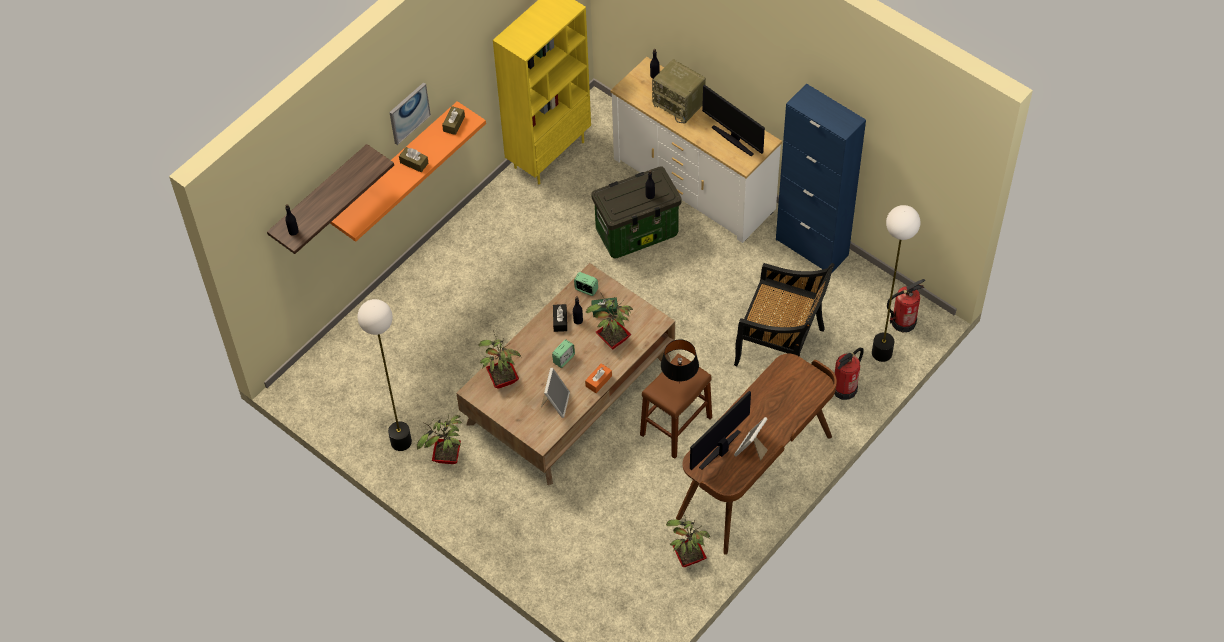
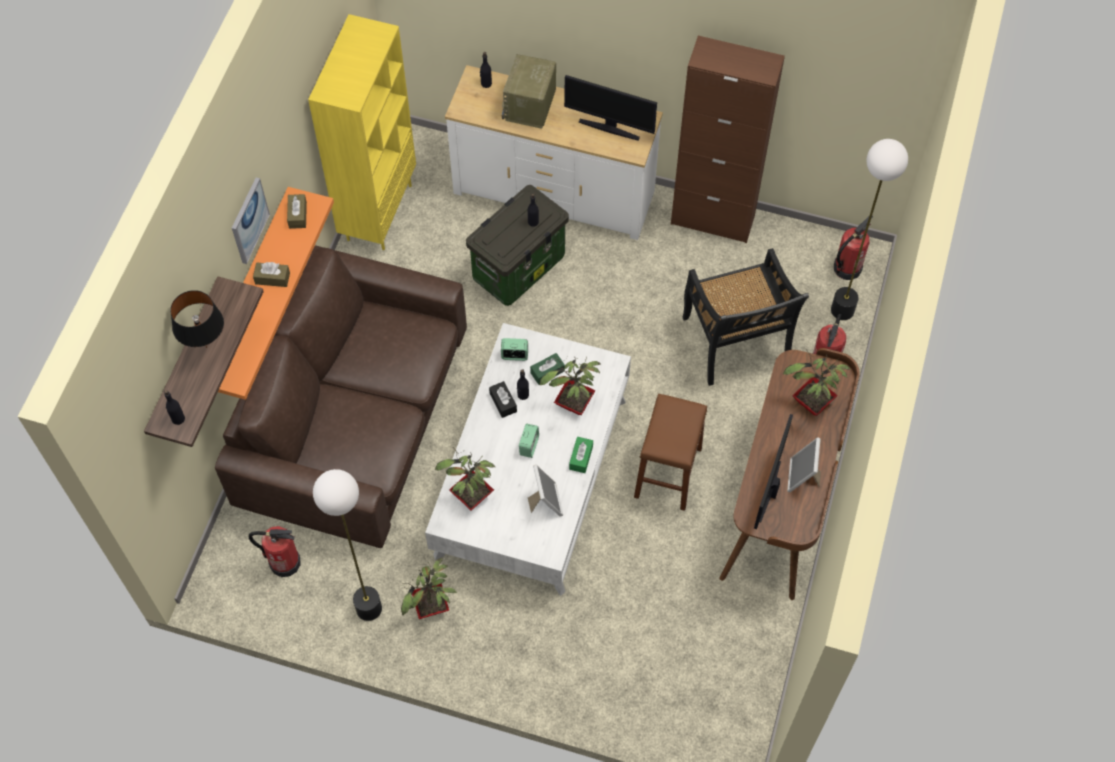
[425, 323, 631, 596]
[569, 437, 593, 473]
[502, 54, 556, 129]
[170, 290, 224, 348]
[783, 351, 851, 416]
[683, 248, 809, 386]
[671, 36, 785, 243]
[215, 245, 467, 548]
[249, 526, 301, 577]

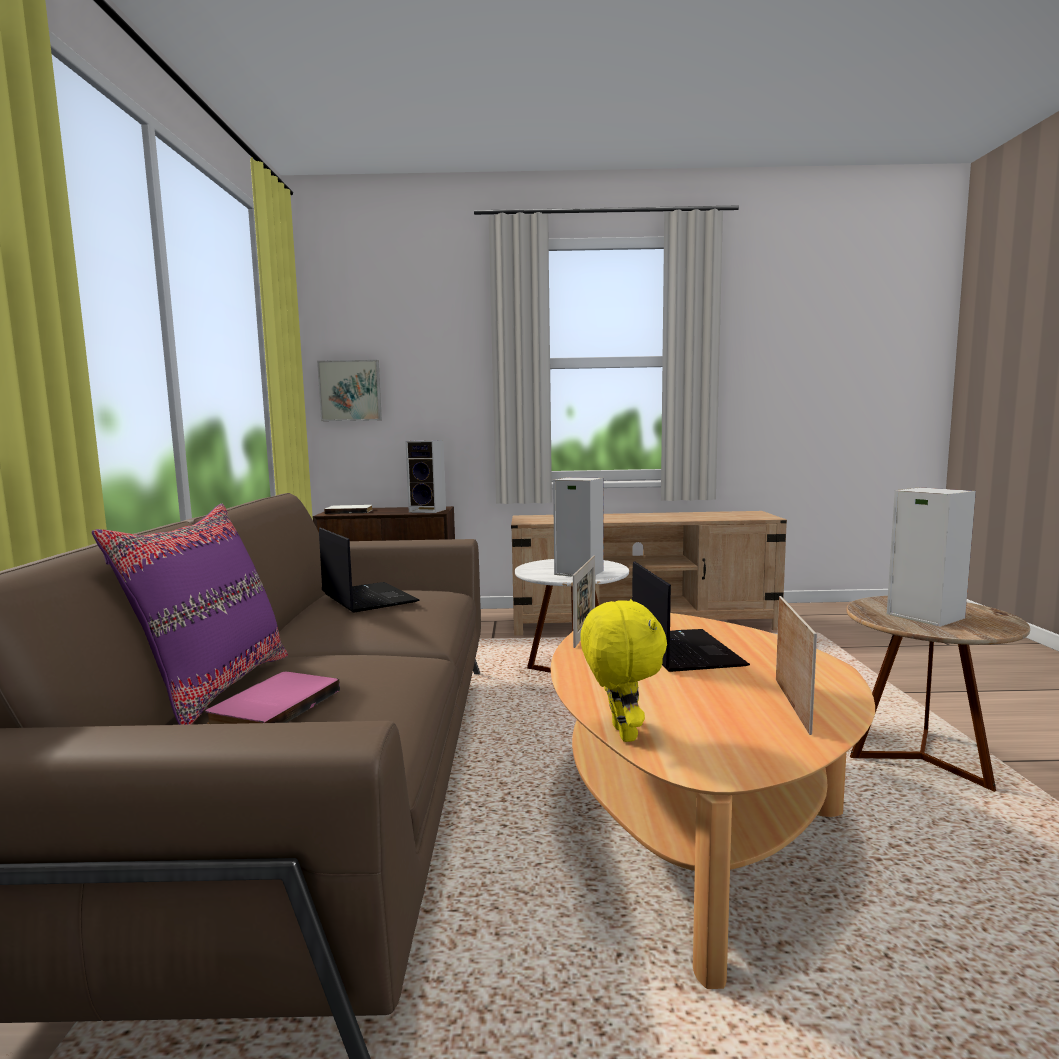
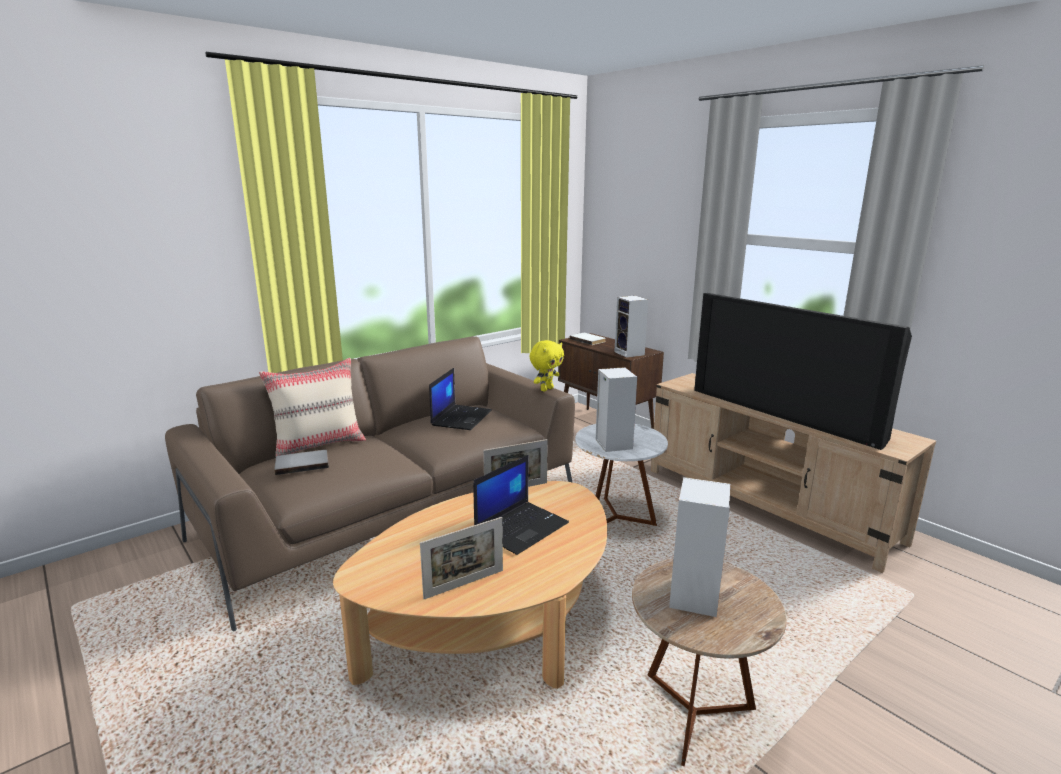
[259, 358, 366, 456]
[274, 450, 329, 475]
[317, 360, 382, 421] (first image)
[529, 340, 564, 391]
[694, 293, 912, 450]

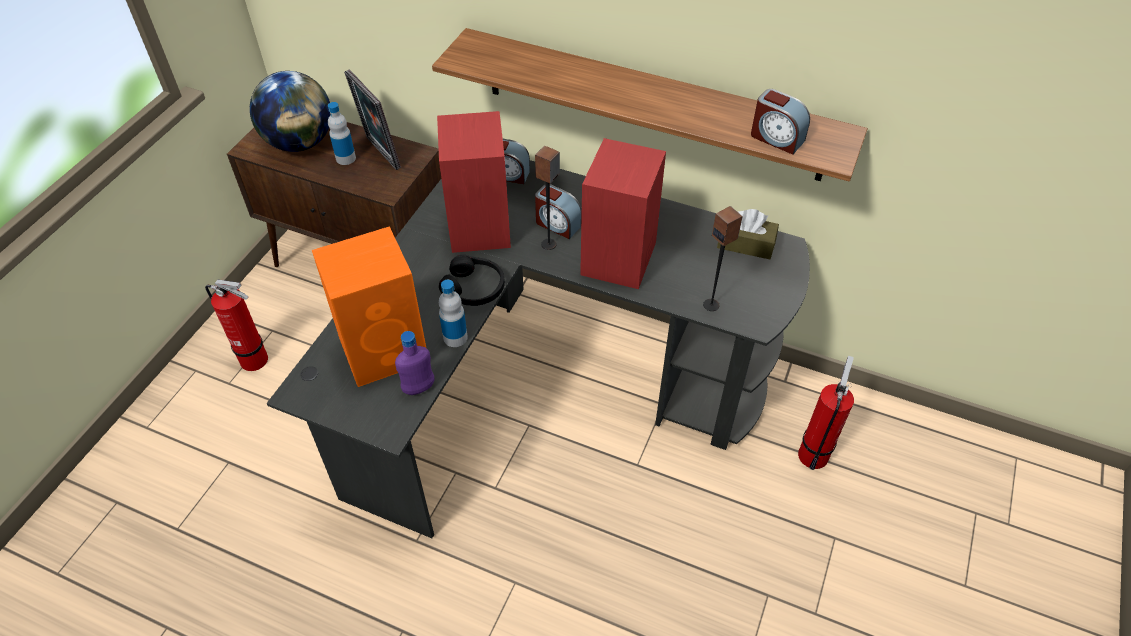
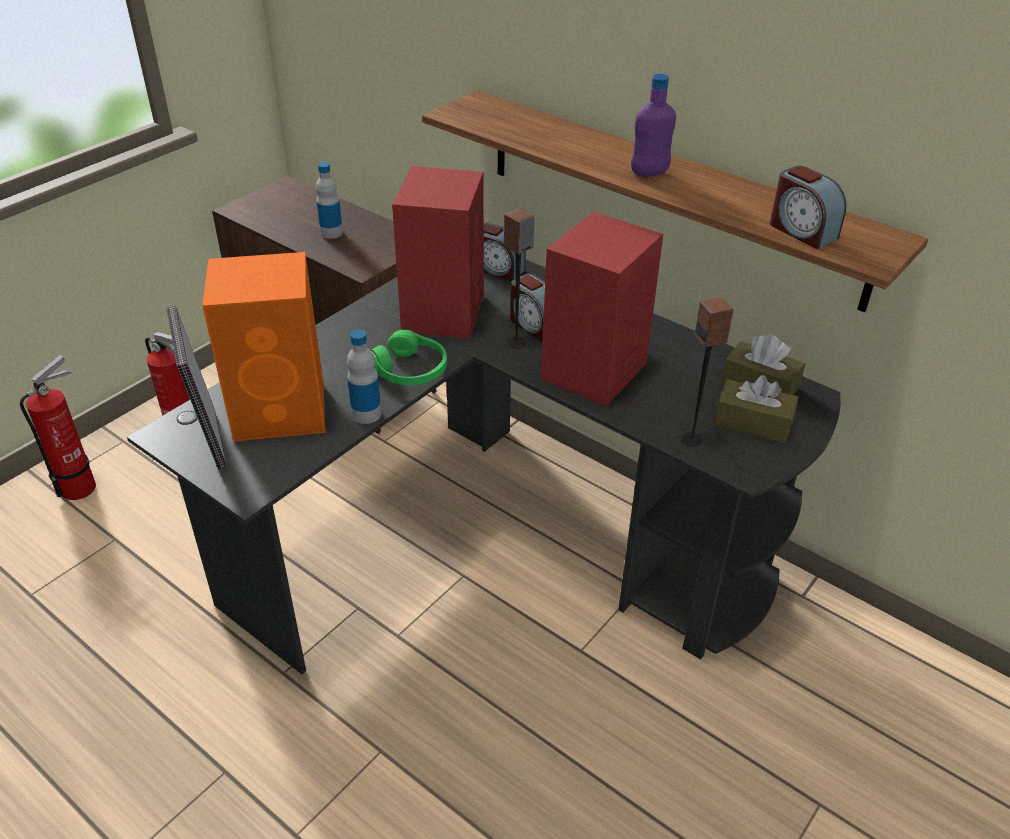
[250, 71, 330, 152] (first image)
[166, 306, 227, 469]
[631, 74, 676, 177]
[371, 330, 447, 385]
[20, 355, 96, 500]
[714, 375, 799, 443]

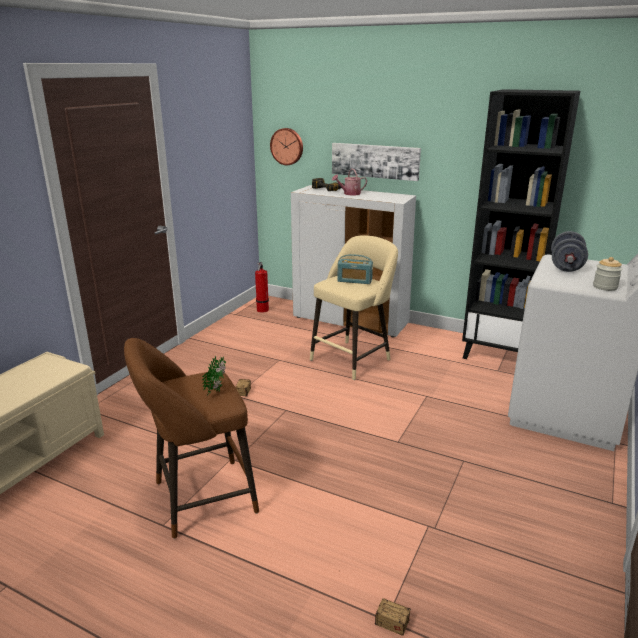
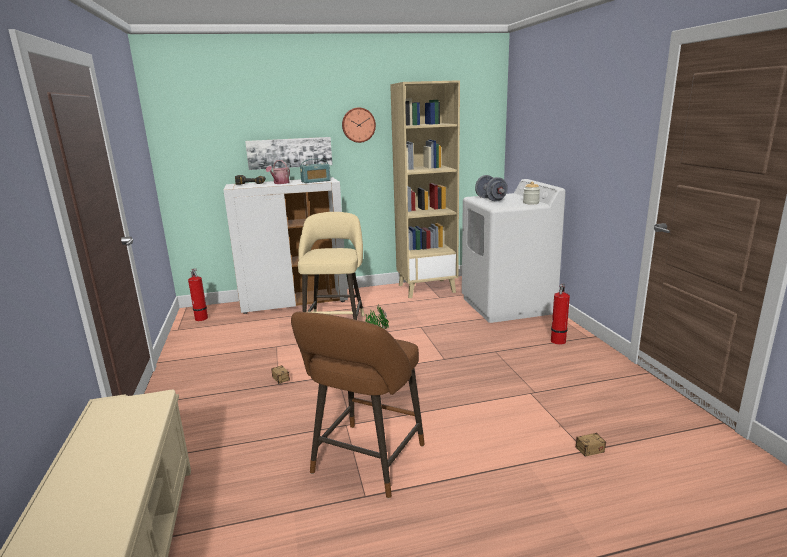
[342, 108, 376, 143]
[300, 158, 330, 183]
[390, 80, 460, 298]
[551, 283, 570, 345]

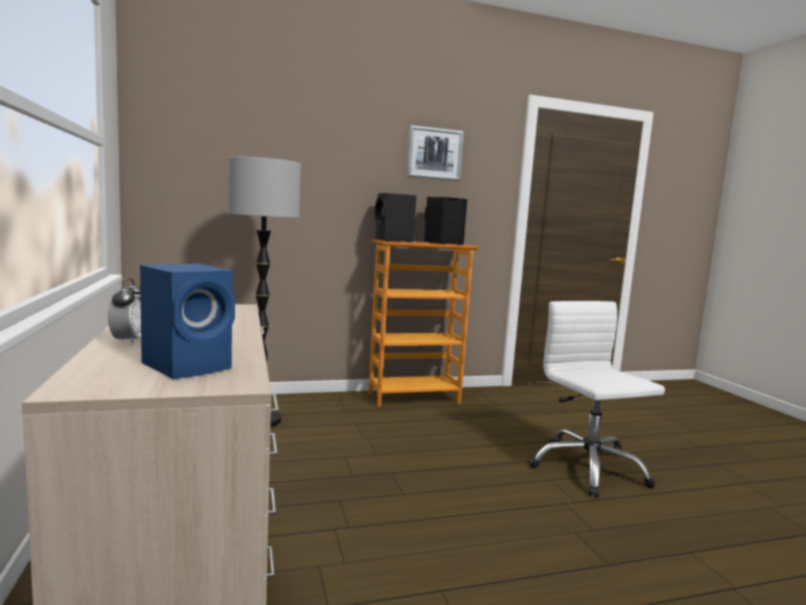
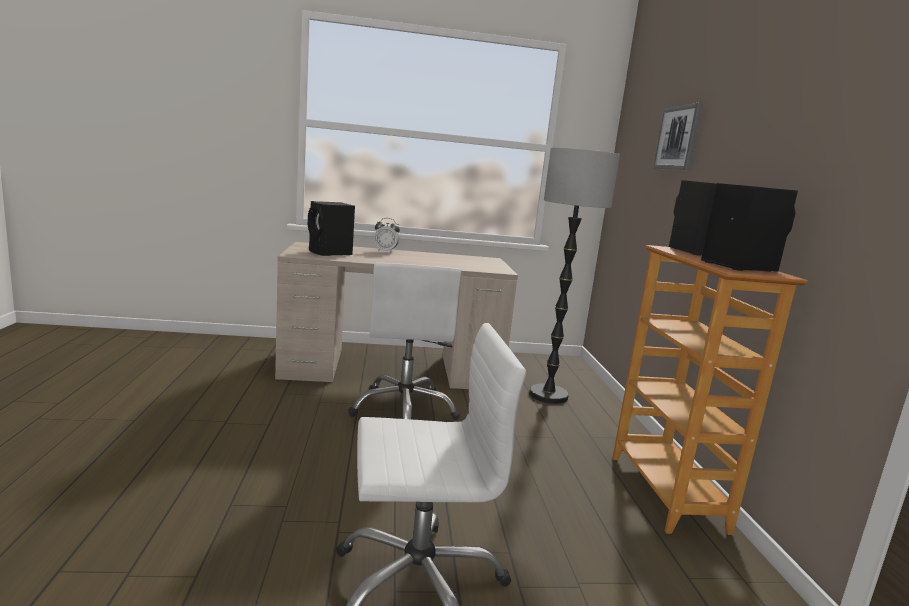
[308, 201, 355, 256]
[653, 103, 703, 170]
[348, 263, 461, 420]

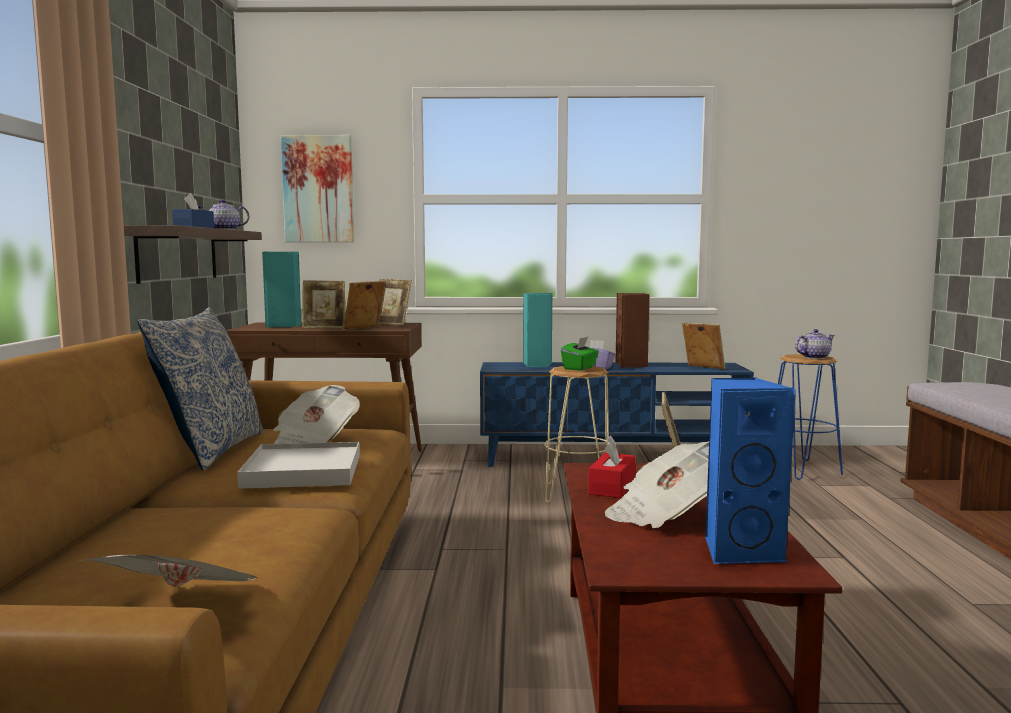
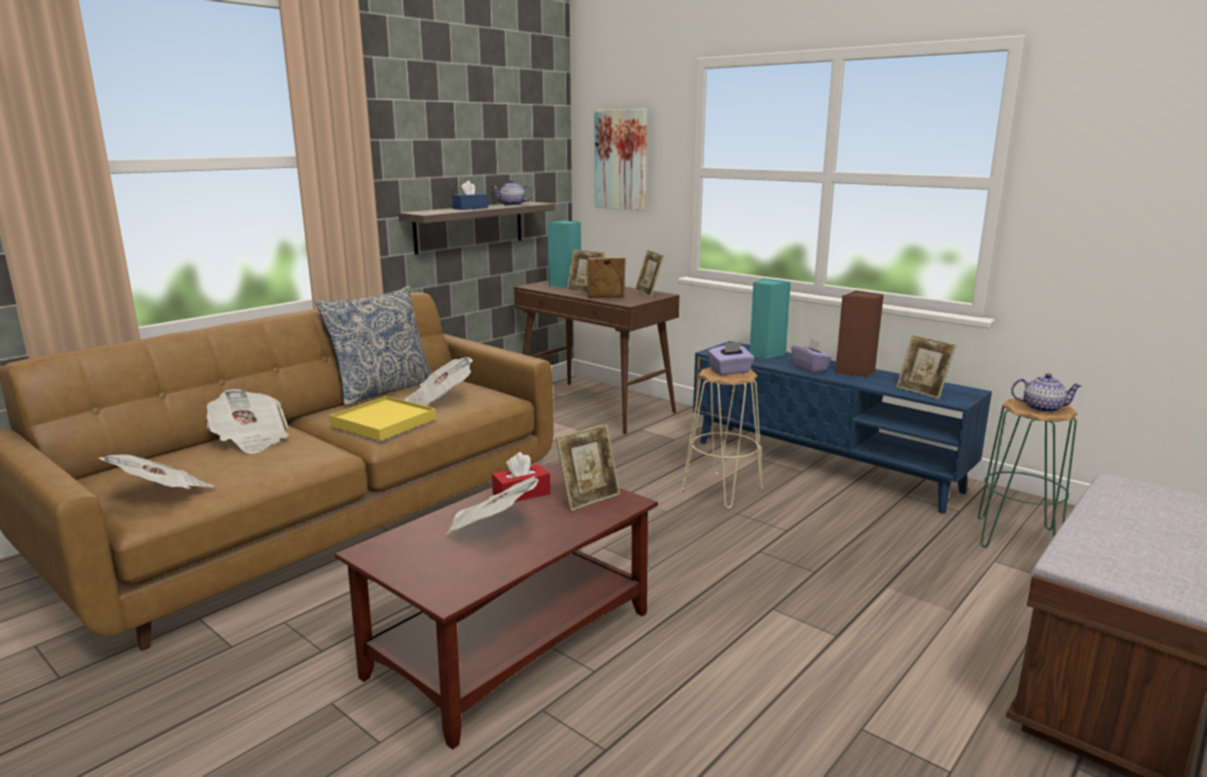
[329, 396, 436, 441]
[708, 342, 754, 375]
[896, 335, 956, 399]
[705, 378, 796, 564] (first image)
[978, 397, 1078, 547]
[207, 389, 289, 454]

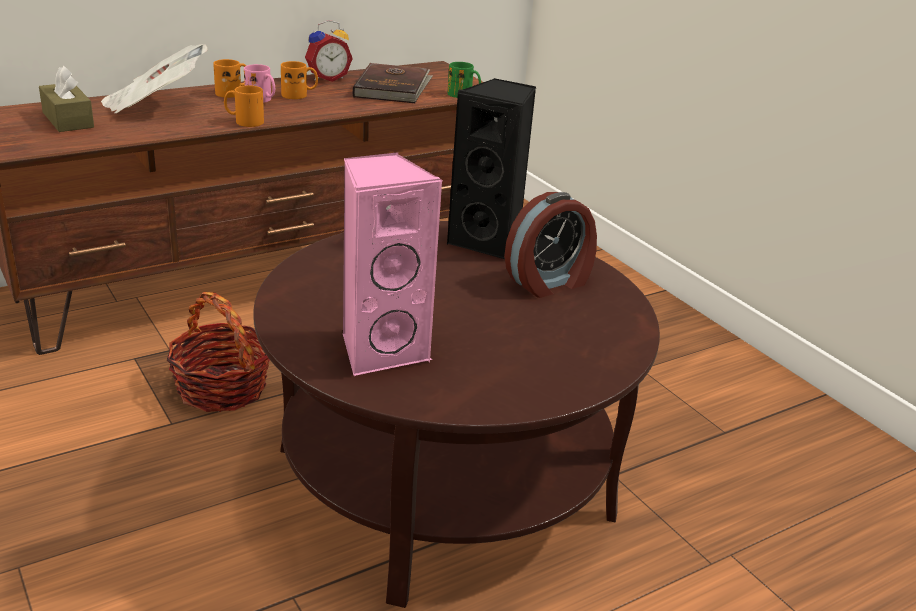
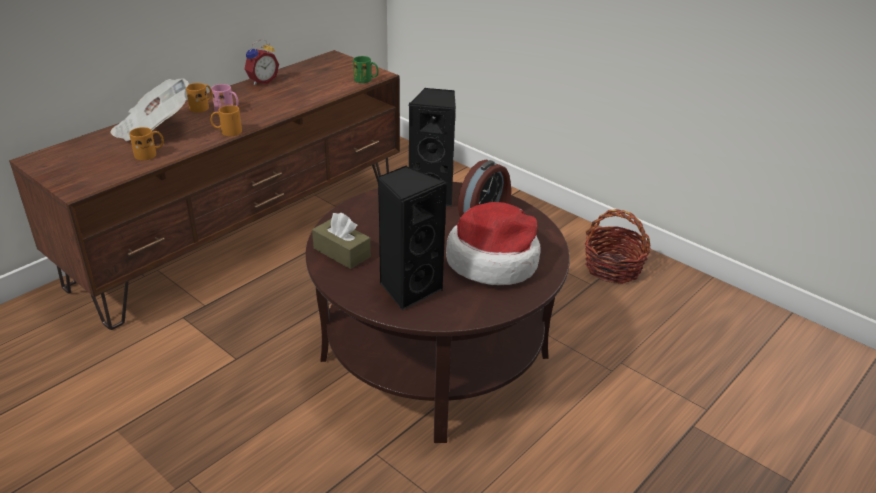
[312, 212, 371, 269]
[585, 209, 651, 284]
[129, 127, 164, 160]
[378, 165, 447, 310]
[352, 63, 433, 103] (first image)
[446, 202, 541, 285]

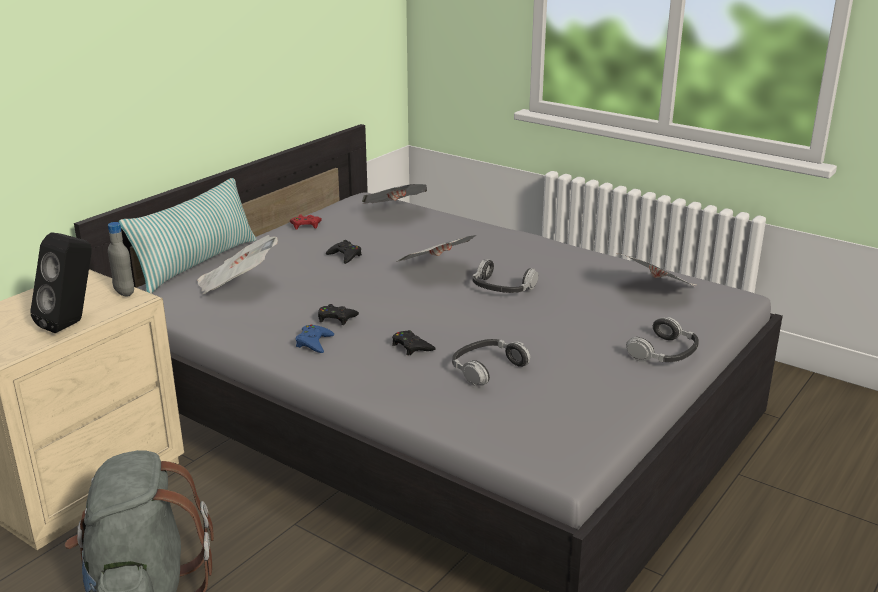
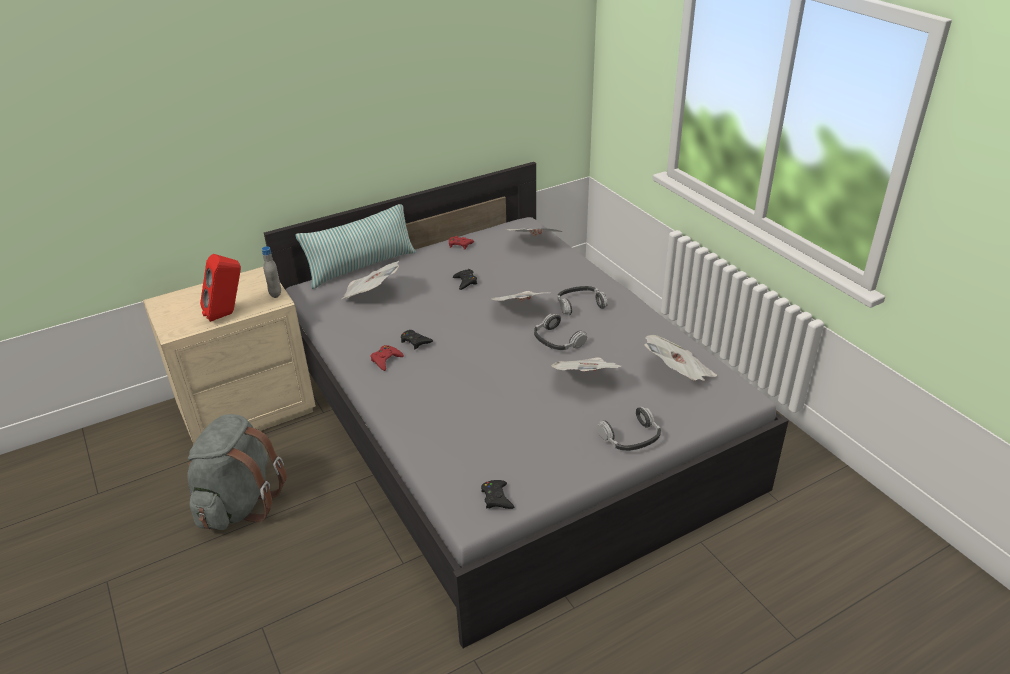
[200, 254, 241, 322]
[370, 345, 404, 371]
[481, 480, 514, 509]
[557, 286, 608, 315]
[551, 357, 621, 372]

